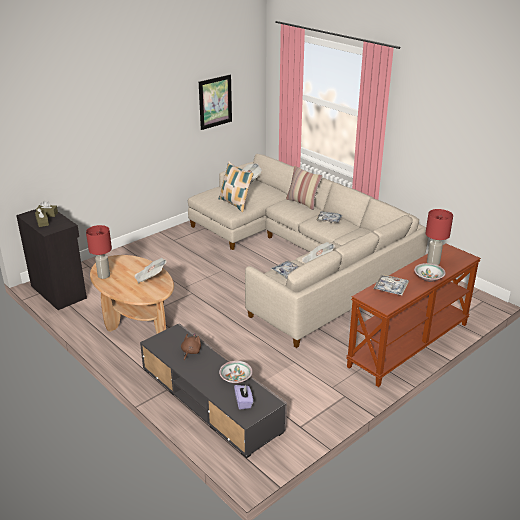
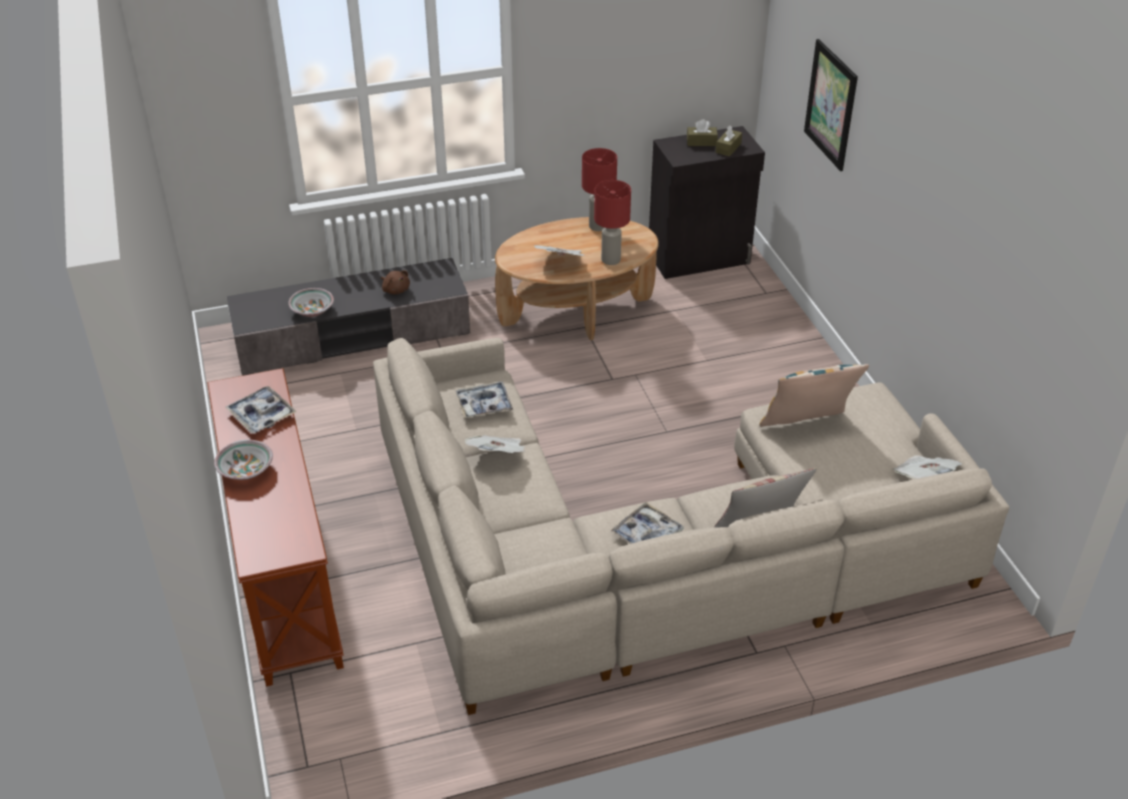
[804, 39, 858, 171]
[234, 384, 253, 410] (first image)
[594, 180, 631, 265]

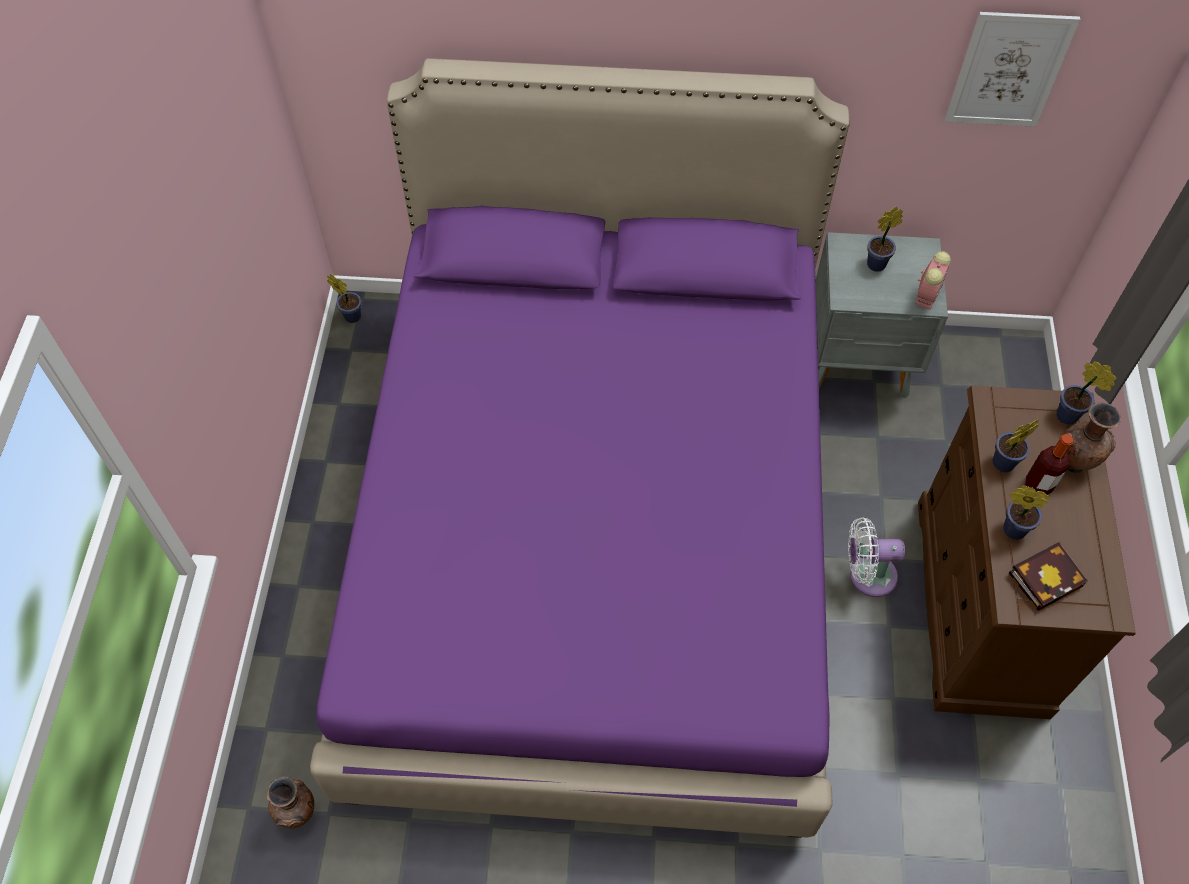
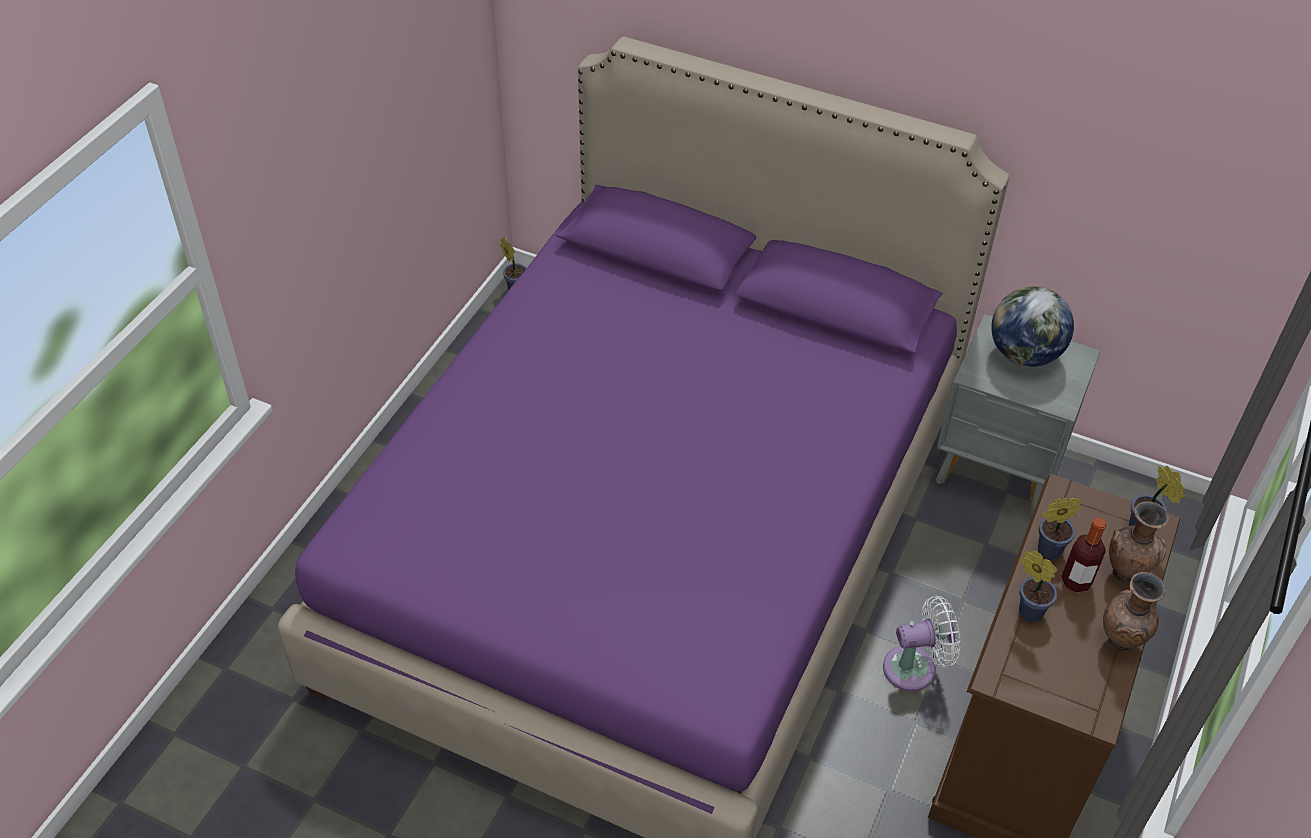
[1103, 572, 1166, 651]
[883, 596, 960, 691]
[991, 286, 1074, 367]
[915, 251, 951, 310] (first image)
[945, 12, 1080, 127] (first image)
[1009, 542, 1088, 611] (first image)

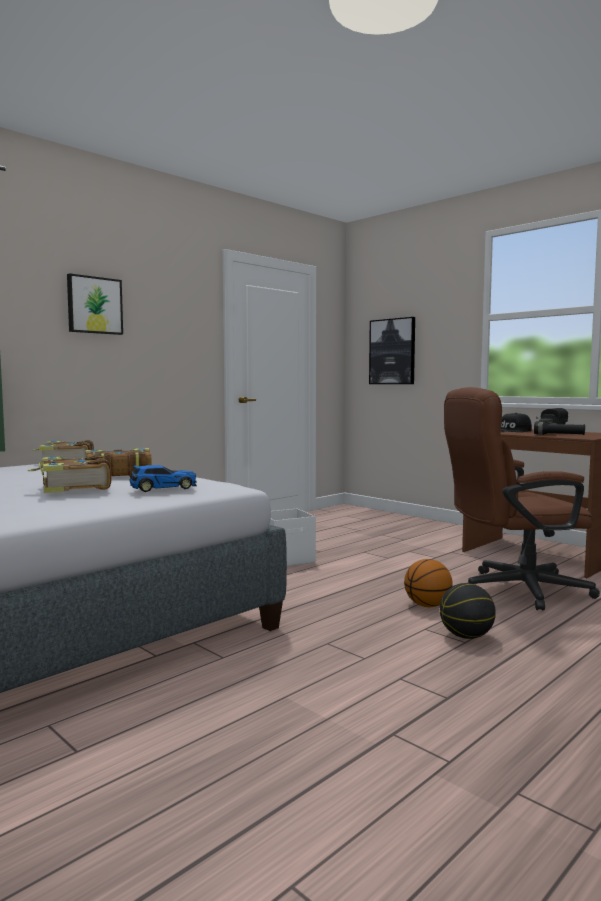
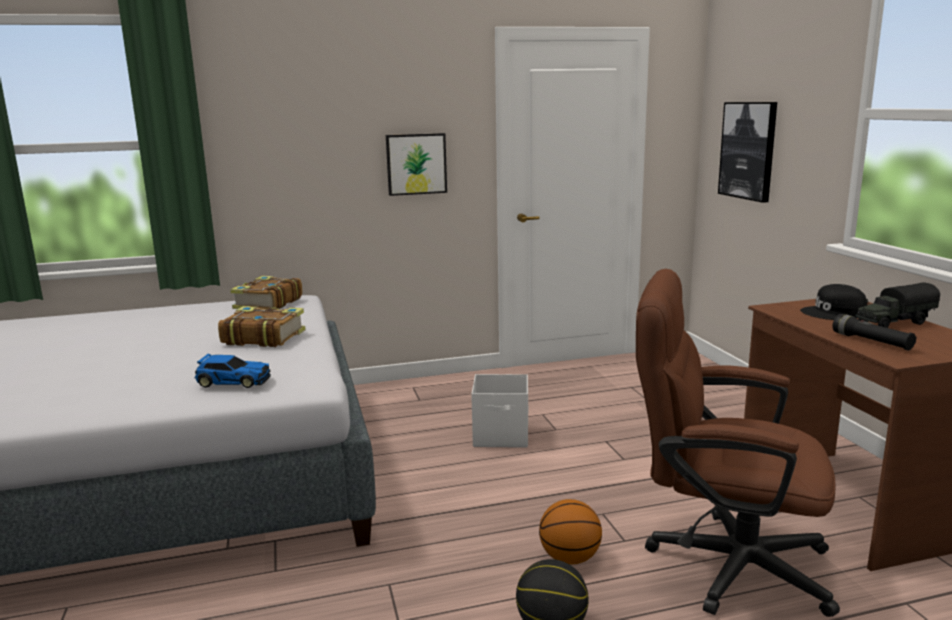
[28, 455, 111, 493] (first image)
[386, 133, 447, 196]

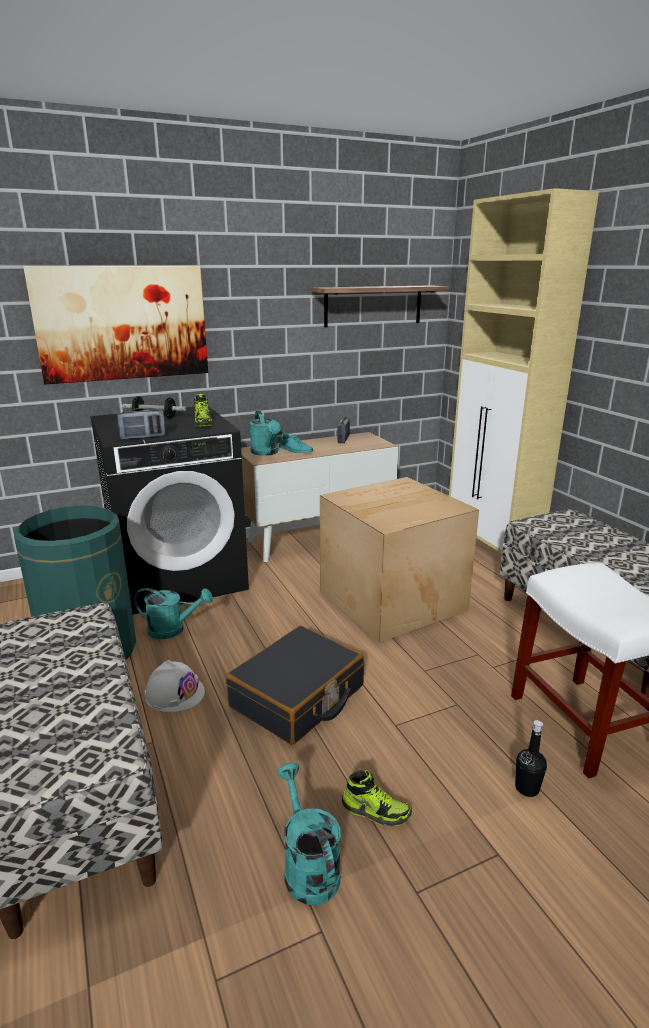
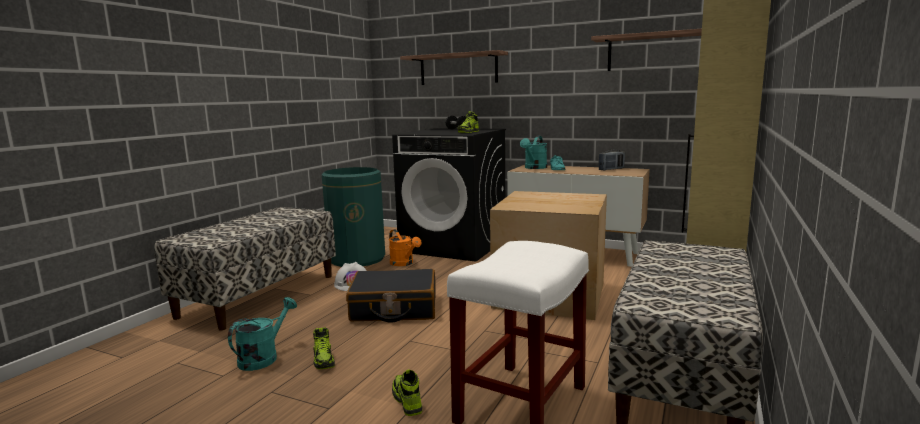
[400, 50, 508, 85]
[117, 408, 166, 440] (first image)
[389, 230, 421, 266]
[392, 370, 422, 416]

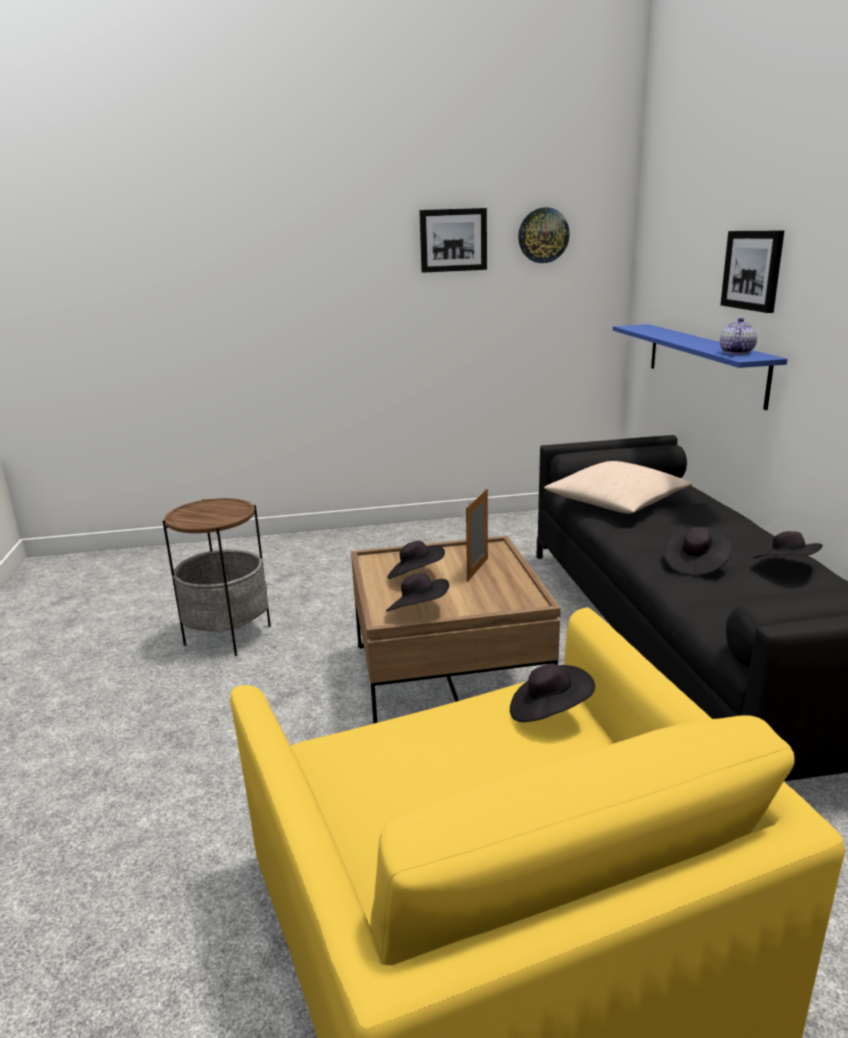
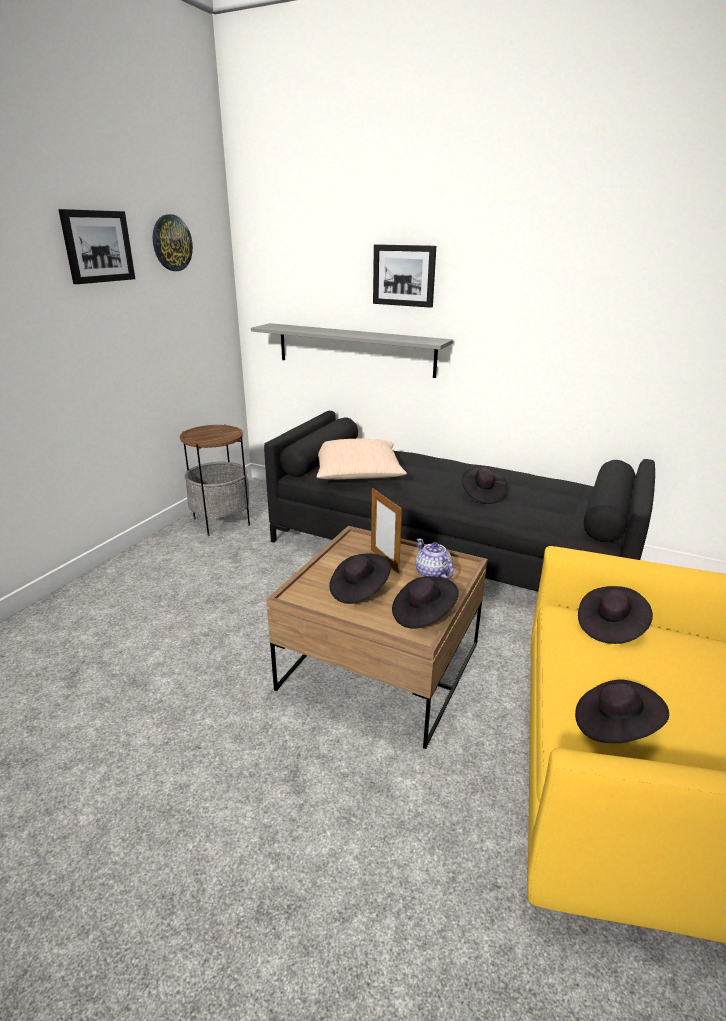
[180, 424, 250, 536]
[251, 323, 453, 378]
[416, 539, 453, 579]
[575, 680, 669, 743]

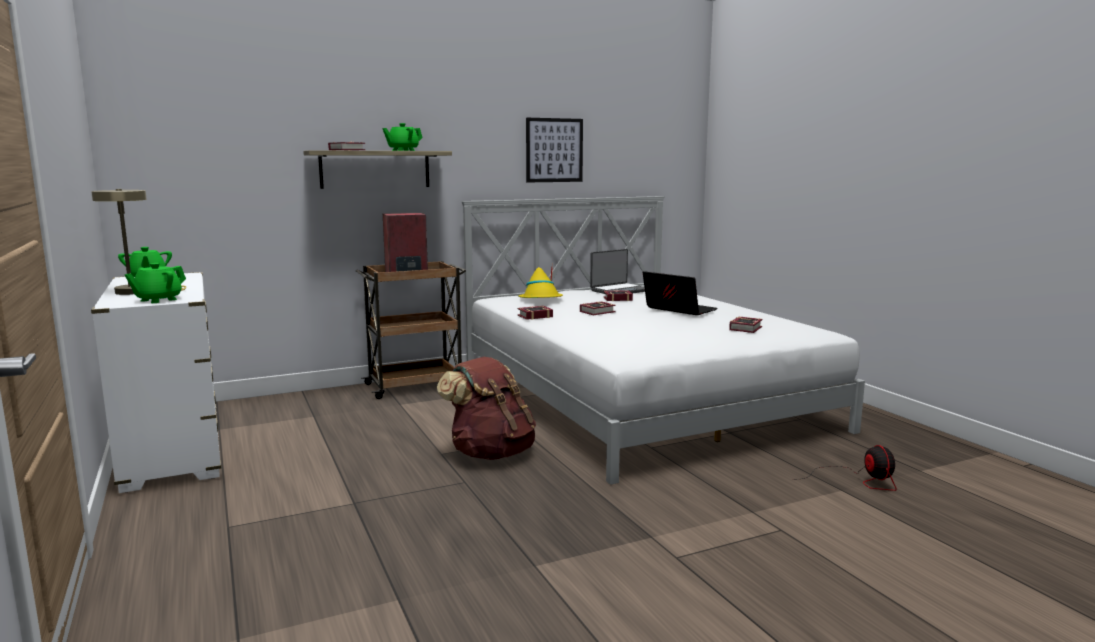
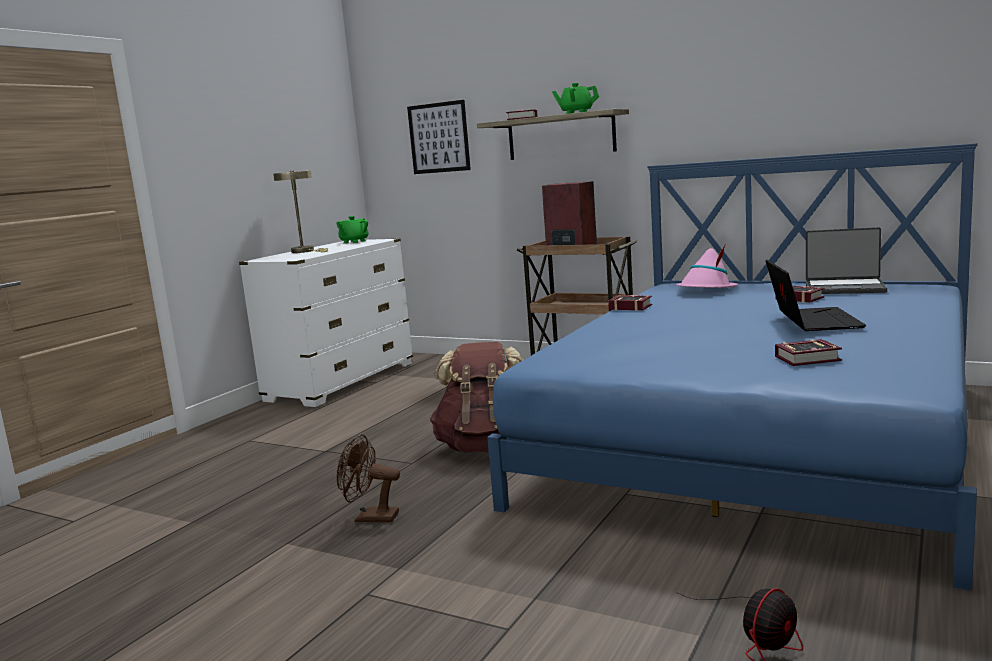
[125, 263, 186, 303] (first image)
[487, 143, 978, 590]
[676, 245, 738, 288]
[407, 100, 471, 174]
[580, 301, 616, 315] (first image)
[337, 434, 400, 523]

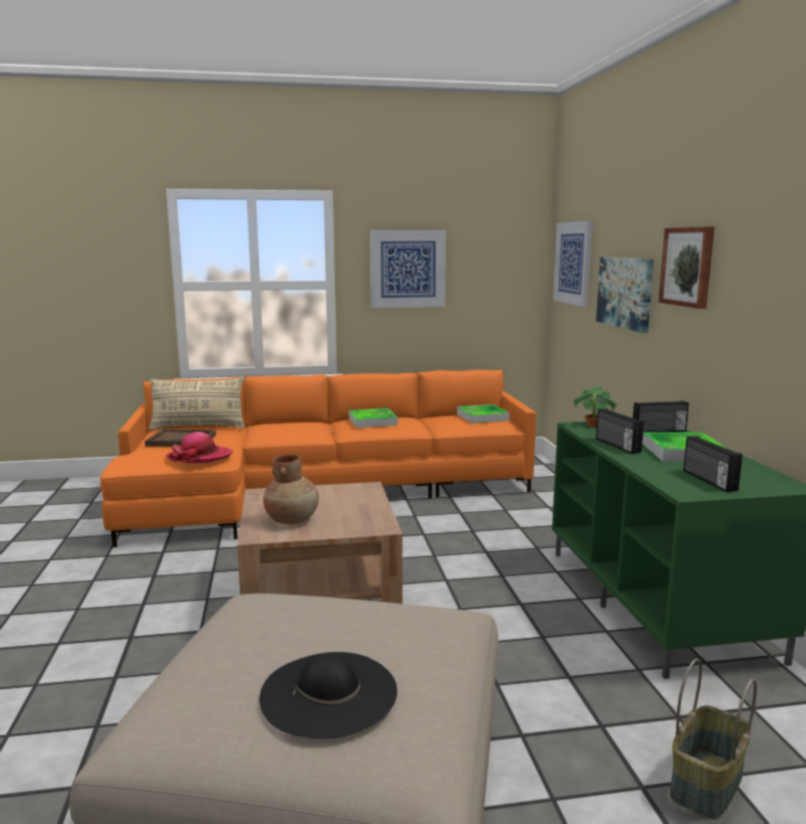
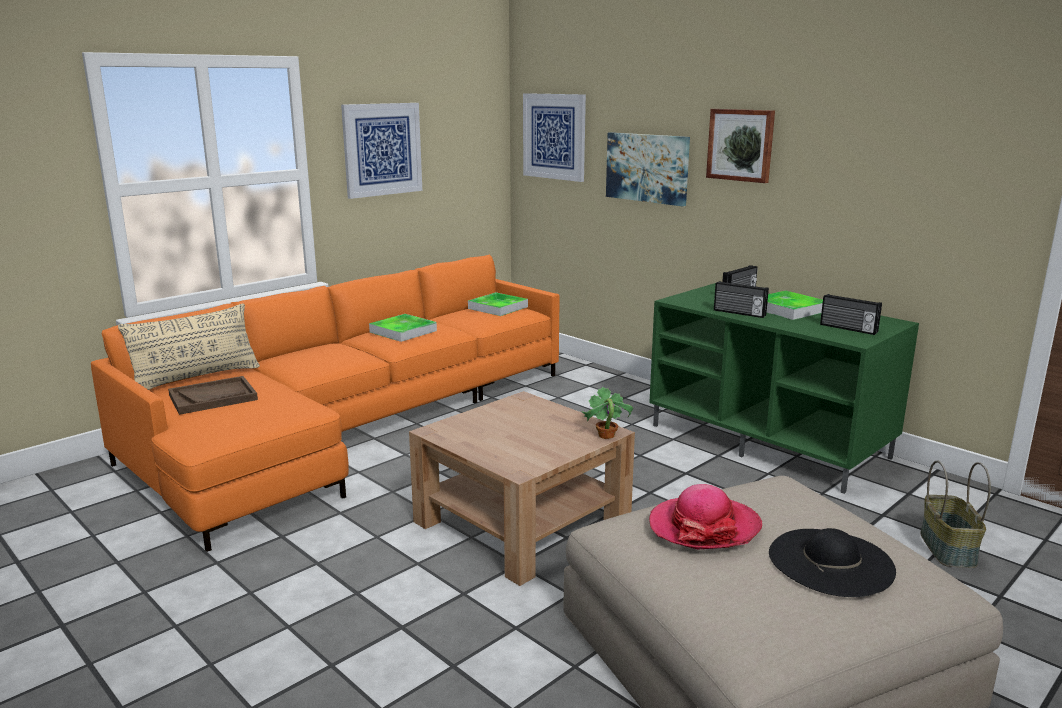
[649, 484, 762, 549]
[263, 454, 319, 524] (first image)
[581, 387, 633, 439]

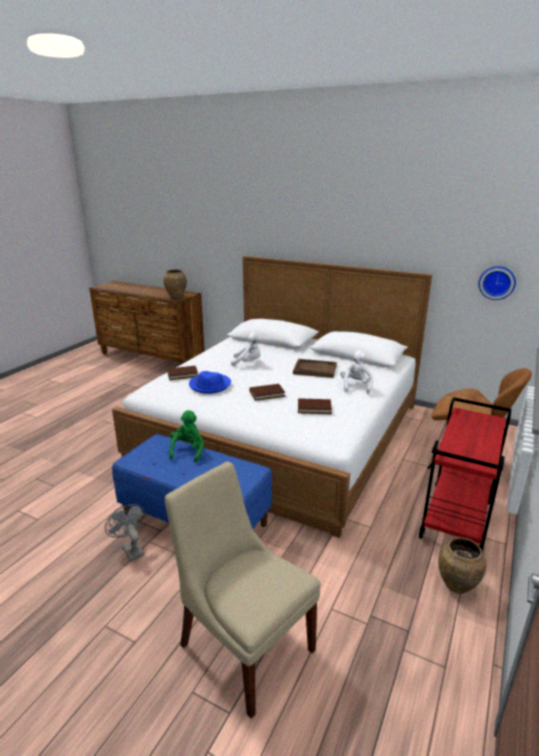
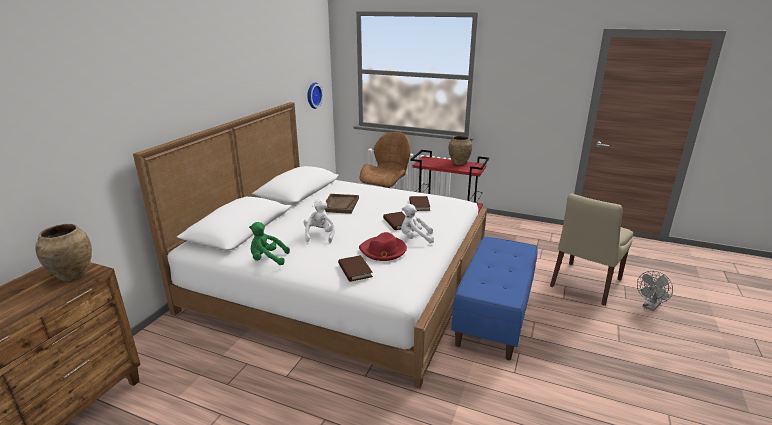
[637, 271, 673, 311]
[249, 222, 290, 265]
[359, 232, 407, 261]
[401, 204, 434, 244]
[449, 136, 472, 165]

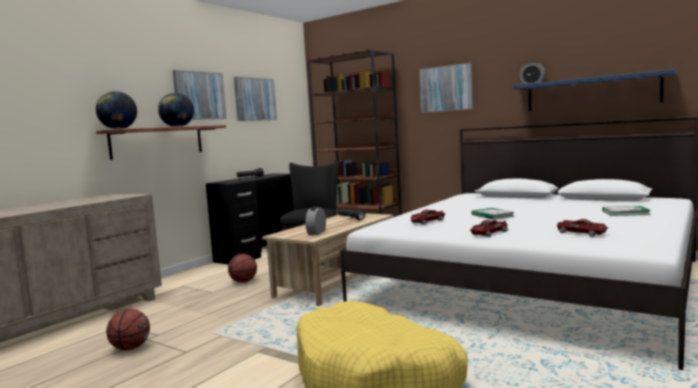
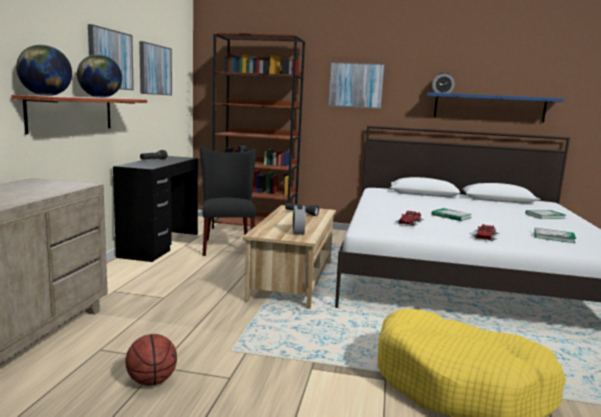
[228, 254, 257, 283] (first image)
[534, 228, 576, 243]

